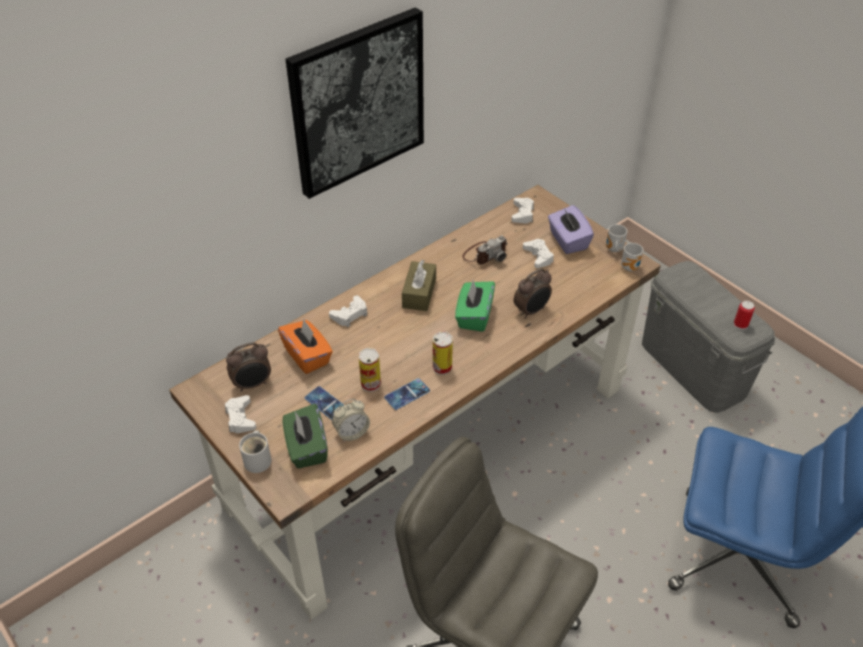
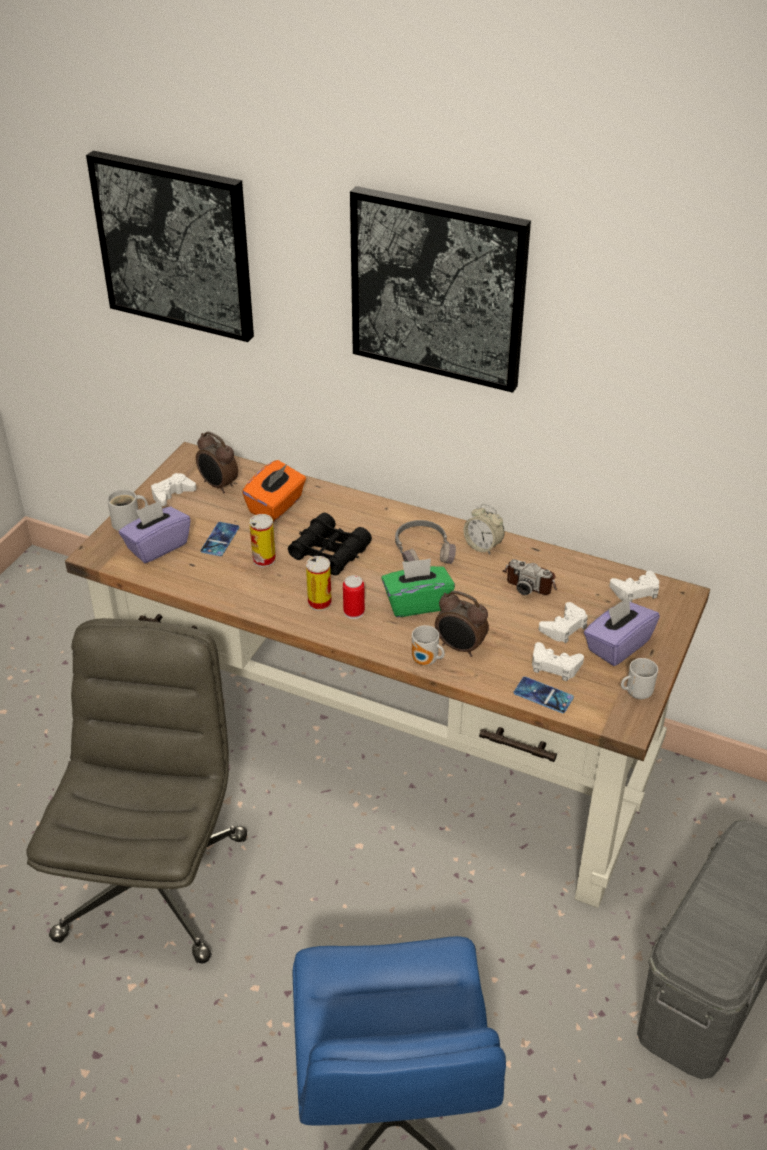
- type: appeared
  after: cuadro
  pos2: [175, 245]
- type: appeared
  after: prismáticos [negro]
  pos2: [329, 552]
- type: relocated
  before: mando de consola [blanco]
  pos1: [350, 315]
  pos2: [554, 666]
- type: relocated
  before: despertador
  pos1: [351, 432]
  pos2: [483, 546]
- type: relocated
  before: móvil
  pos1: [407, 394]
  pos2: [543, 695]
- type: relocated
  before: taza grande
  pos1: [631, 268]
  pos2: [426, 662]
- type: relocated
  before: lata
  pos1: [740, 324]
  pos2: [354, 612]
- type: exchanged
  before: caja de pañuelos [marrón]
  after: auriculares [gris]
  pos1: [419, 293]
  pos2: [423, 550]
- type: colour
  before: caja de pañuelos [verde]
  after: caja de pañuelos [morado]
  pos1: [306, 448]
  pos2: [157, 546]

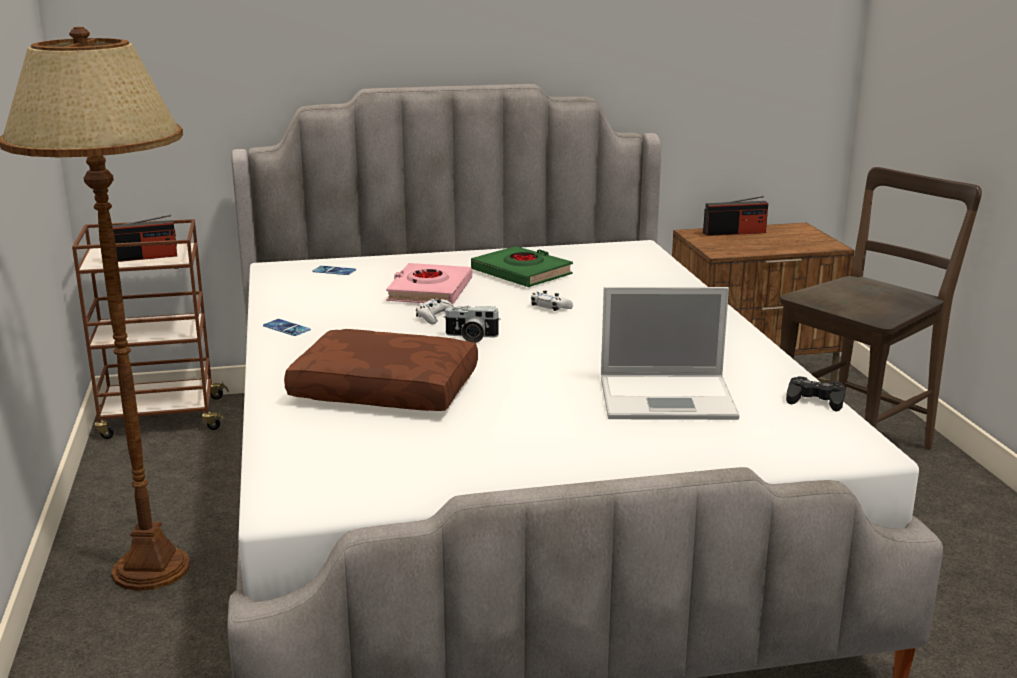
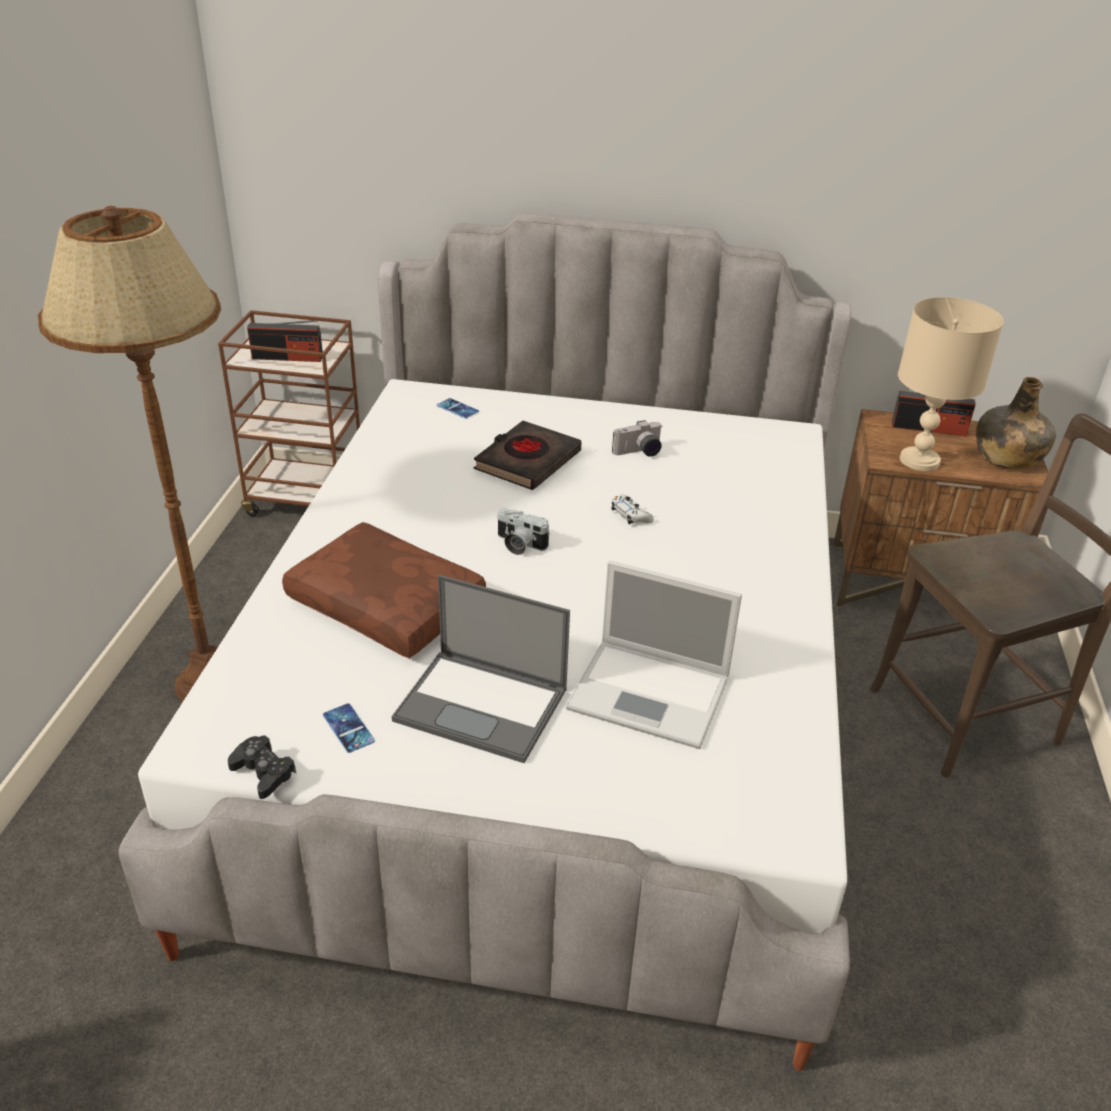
- type: missing
  before: mando de consola [blanco]
  pos1: [435, 316]
- type: appeared
  after: portátil
  pos2: [483, 705]
- type: appeared
  after: lámpara de mesa [beis]
  pos2: [920, 460]
- type: appeared
  after: botella [verde]
  pos2: [1006, 457]
- type: relocated
  before: móvil
  pos1: [286, 328]
  pos2: [348, 728]
- type: relocated
  before: mando de consola [negro]
  pos1: [815, 400]
  pos2: [263, 772]
- type: exchanged
  before: libro [verde]
  after: cámara
  pos1: [522, 273]
  pos2: [639, 453]
- type: colour
  before: libro [rosa]
  after: libro [negro]
  pos1: [429, 291]
  pos2: [527, 461]

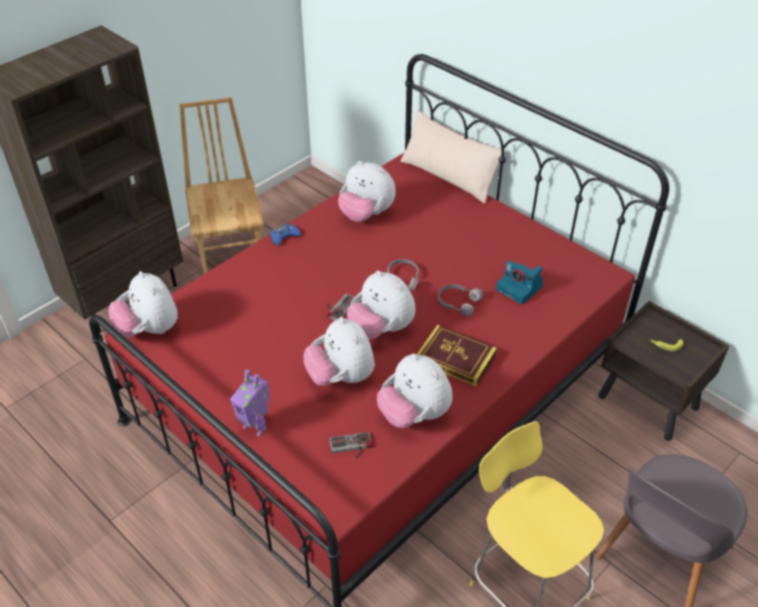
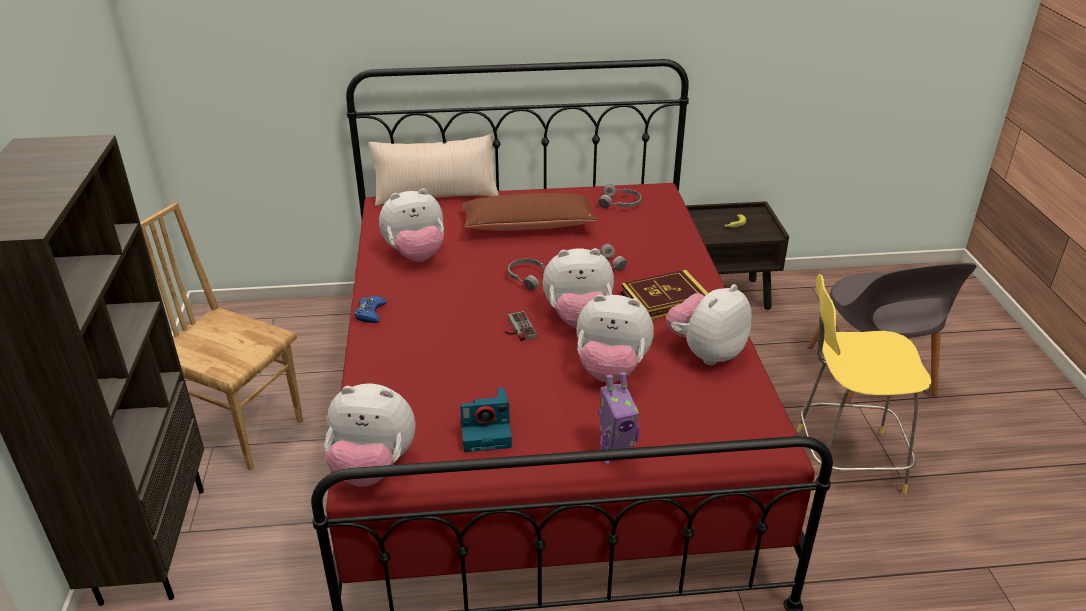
- type: missing
  before: mando de consola
  pos1: [351, 447]
- type: appeared
  after: cojín [marrón]
  pos2: [528, 225]
- type: appeared
  after: auriculares [gris]
  pos2: [620, 203]
- type: relocated
  before: cámara
  pos1: [520, 288]
  pos2: [487, 431]
- type: spun
  before: peluche
  pos1: [414, 414]
  pos2: [706, 352]
  turn: 135

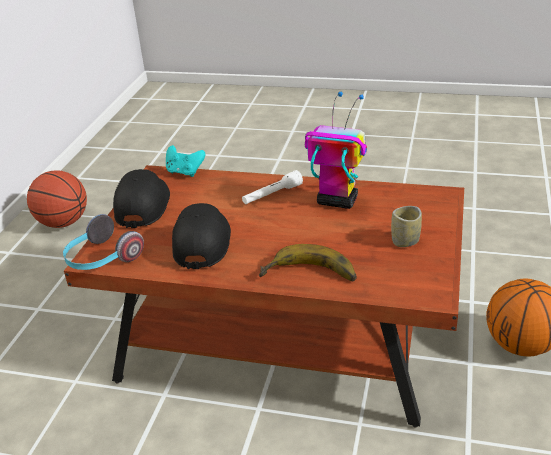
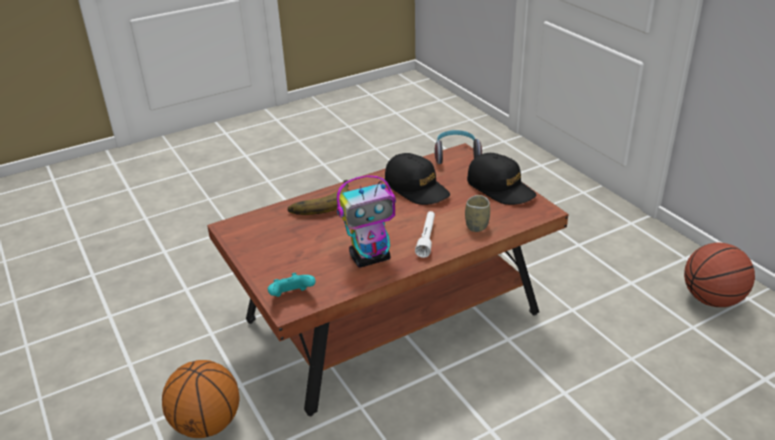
- type: relocated
  before: mando de consola [turquesa]
  pos1: [185, 172]
  pos2: [292, 296]
- type: relocated
  before: taza
  pos1: [405, 241]
  pos2: [477, 226]

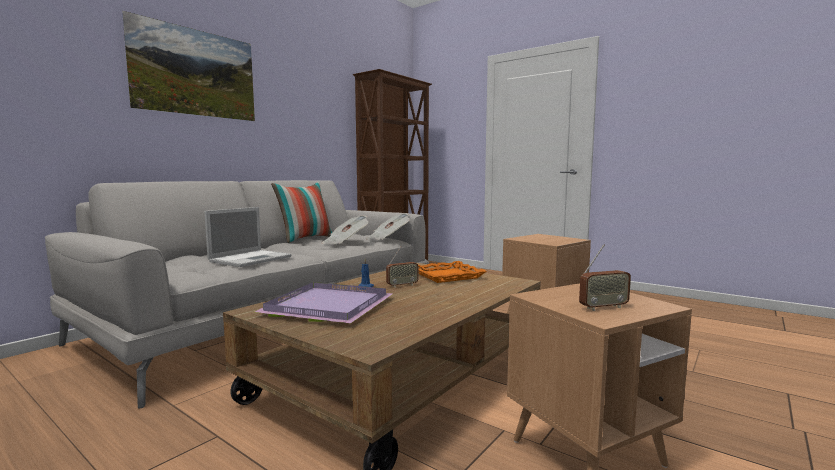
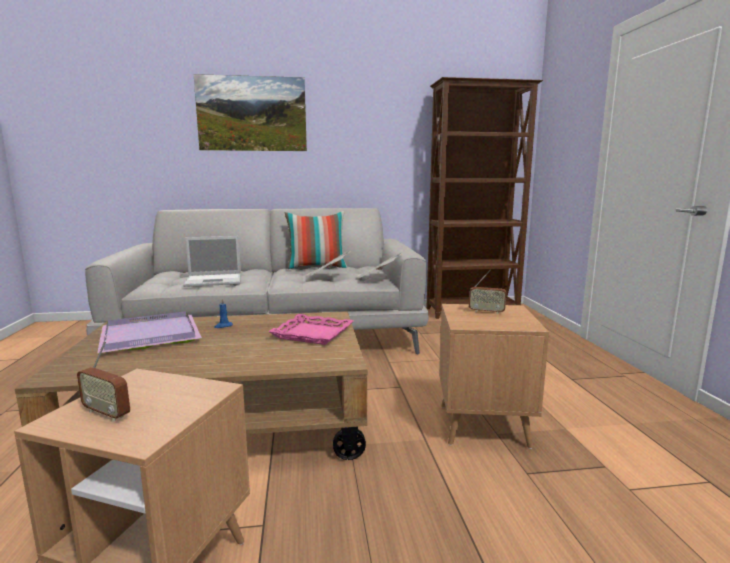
- type: relocated
  before: radio
  pos1: [402, 285]
  pos2: [486, 312]
- type: colour
  before: bandeja [naranja]
  after: bandeja [rosa]
  pos1: [447, 276]
  pos2: [313, 334]

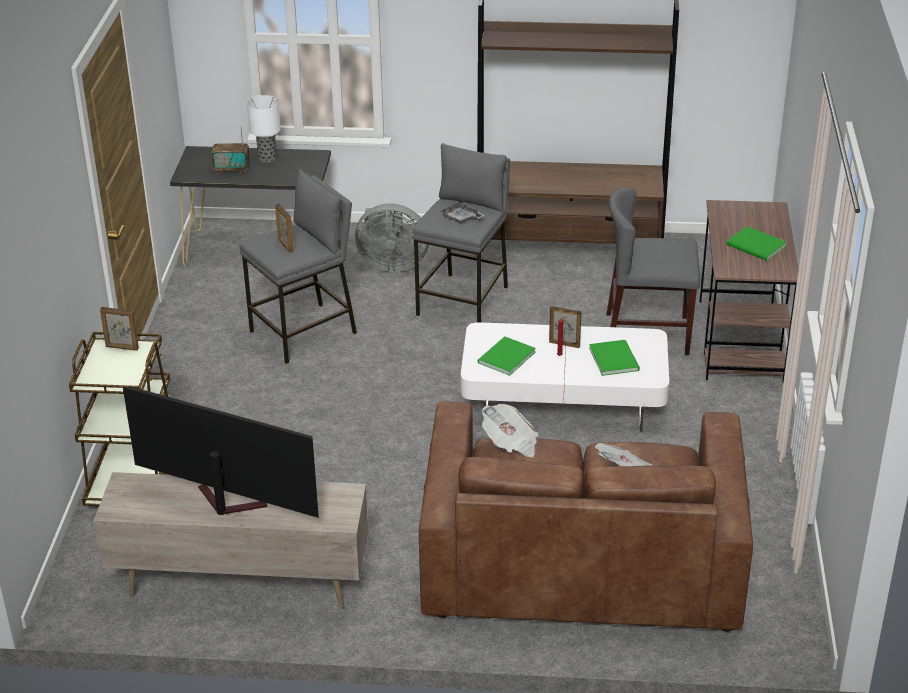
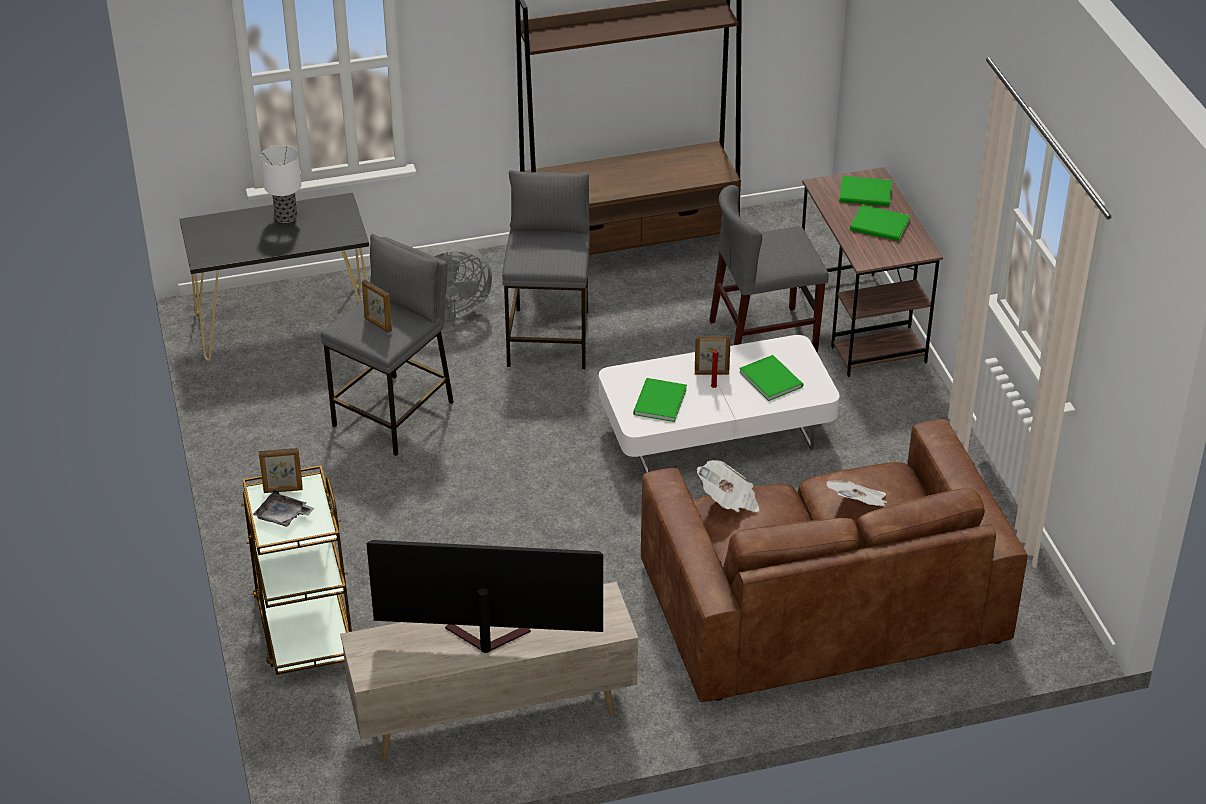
- type: missing
  before: radio
  pos1: [231, 169]
- type: appeared
  after: libro [verde]
  pos2: [867, 194]
- type: relocated
  before: bandeja [gris]
  pos1: [461, 218]
  pos2: [283, 516]

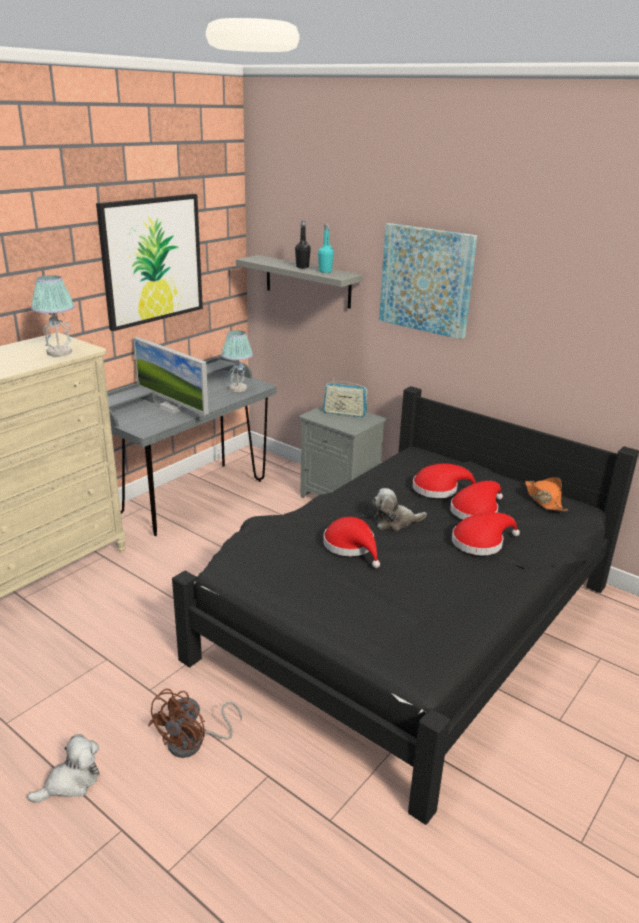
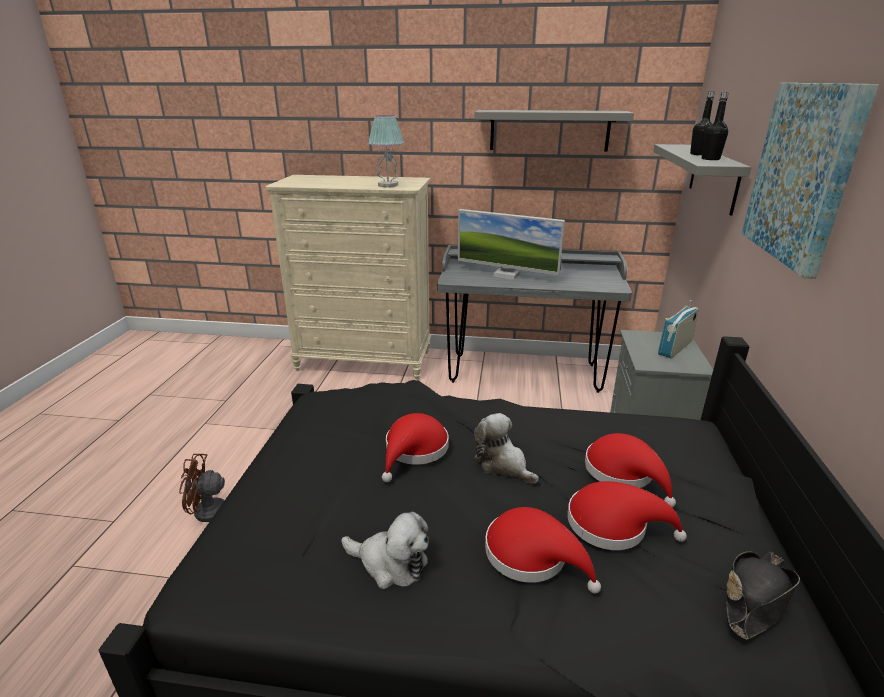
- type: missing
  before: lámpara de mesa
  pos1: [237, 388]
- type: relocated
  before: peluche
  pos1: [71, 782]
  pos2: [390, 563]
- type: exchanged
  before: cuadro
  after: estante [gris]
  pos1: [152, 260]
  pos2: [549, 130]
- type: colour
  before: botella [turquesa]
  after: botella [negro]
  pos1: [325, 271]
  pos2: [710, 159]
- type: colour
  before: sombrero [naranja]
  after: sombrero [negro]
  pos1: [544, 500]
  pos2: [755, 598]
- type: spun
  before: monitor
  pos1: [173, 407]
  pos2: [506, 275]
  turn: -75
- type: spun
  before: radio
  pos1: [344, 413]
  pos2: [675, 348]
  turn: 60

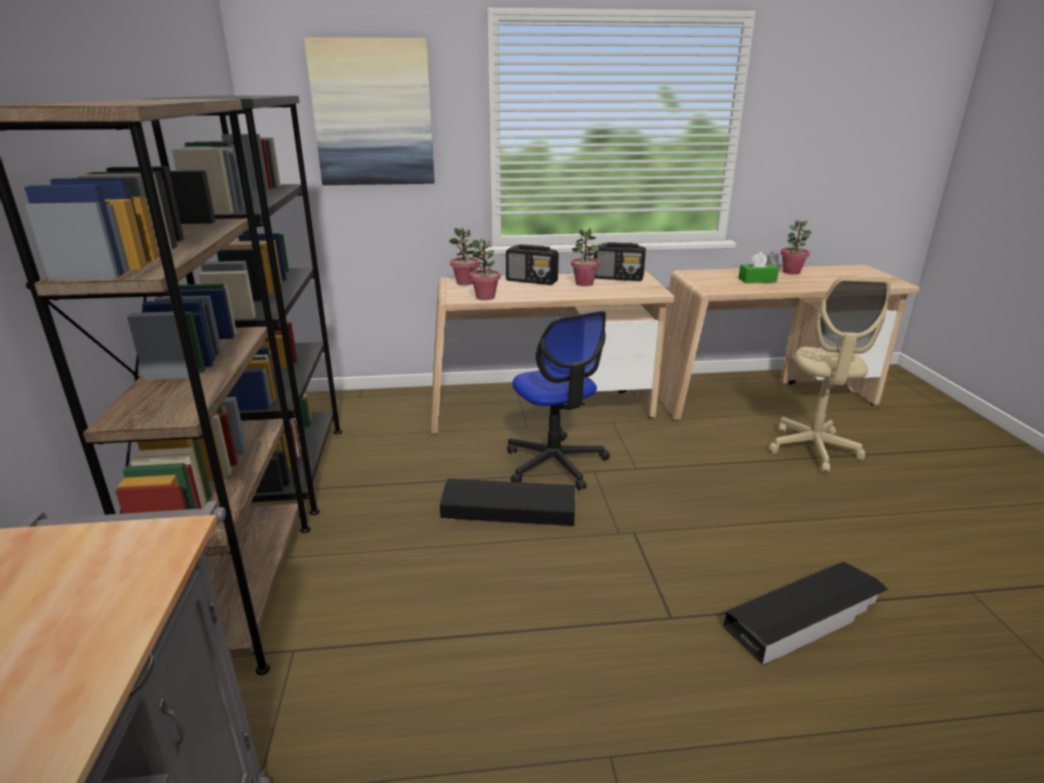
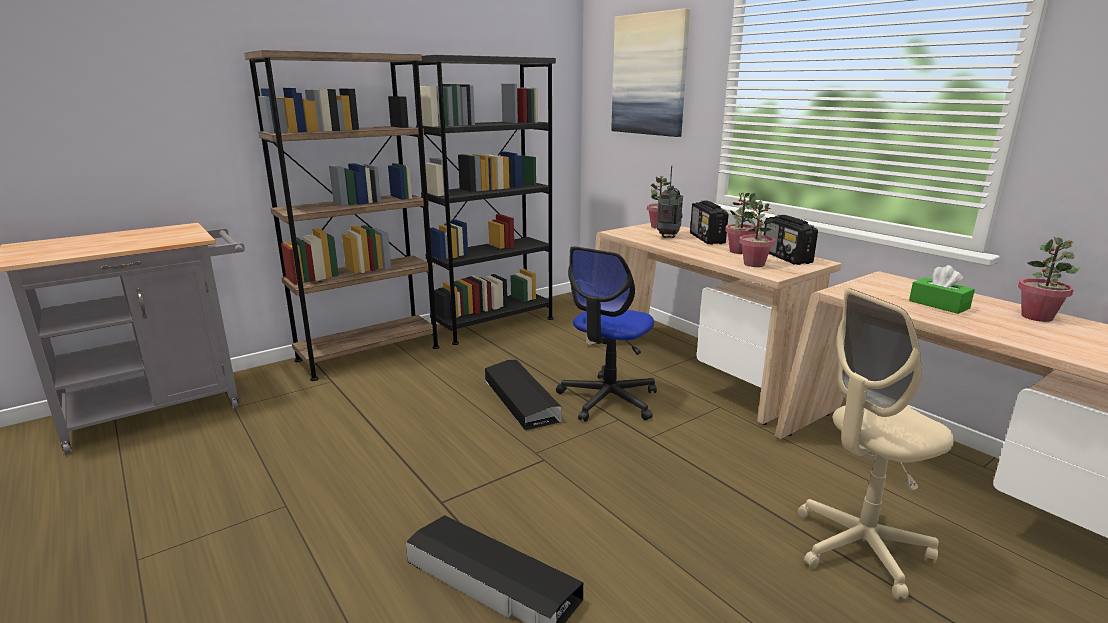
- type: appeared
  after: radio
  pos2: [668, 236]
- type: relocated
  before: planta en maceta
  pos1: [485, 297]
  pos2: [754, 264]

